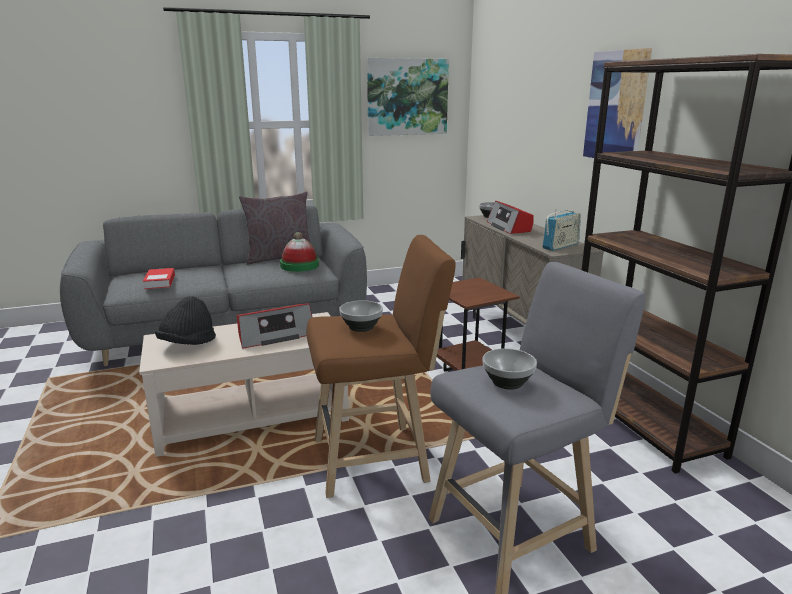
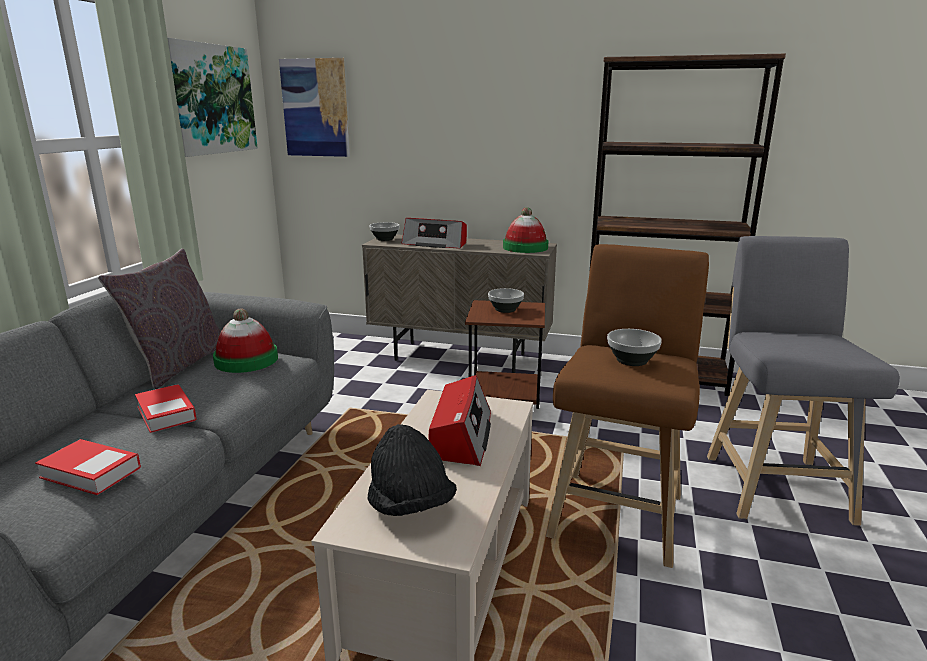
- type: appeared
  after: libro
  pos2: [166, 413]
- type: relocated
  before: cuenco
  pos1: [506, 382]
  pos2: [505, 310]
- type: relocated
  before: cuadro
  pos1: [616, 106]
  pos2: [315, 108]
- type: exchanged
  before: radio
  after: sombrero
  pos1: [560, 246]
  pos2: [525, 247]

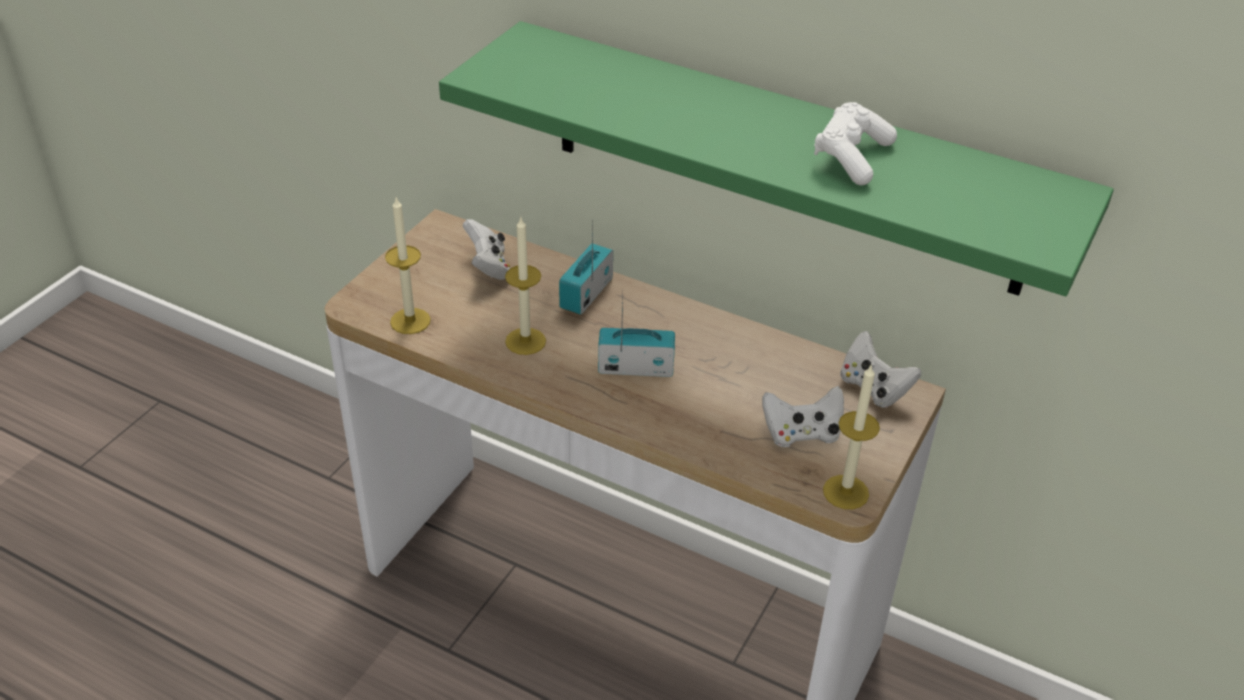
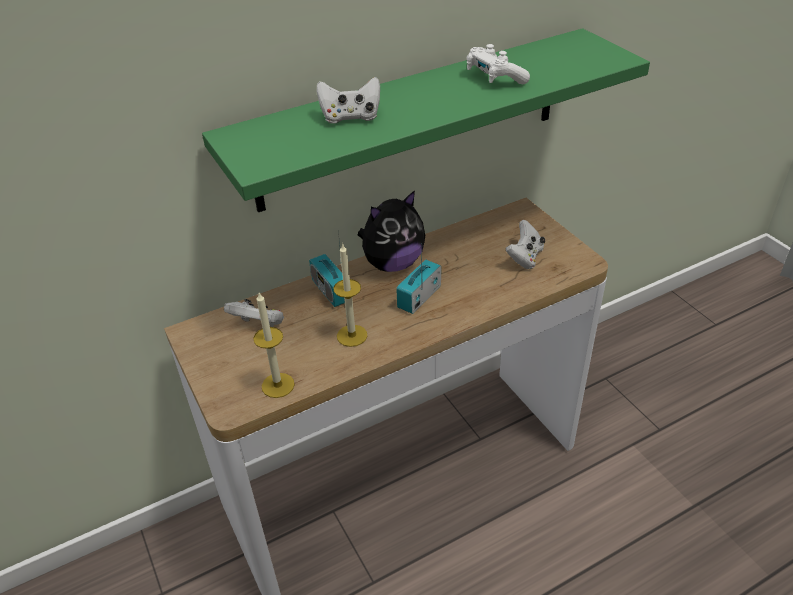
- type: missing
  before: vela
  pos1: [845, 492]
- type: appeared
  after: peluche
  pos2: [392, 263]
- type: relocated
  before: mando de consola [blanco]
  pos1: [873, 388]
  pos2: [350, 117]

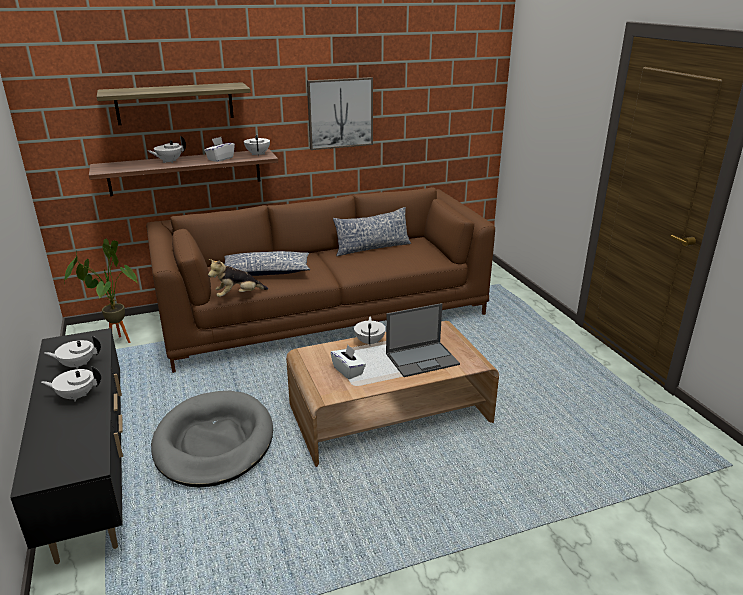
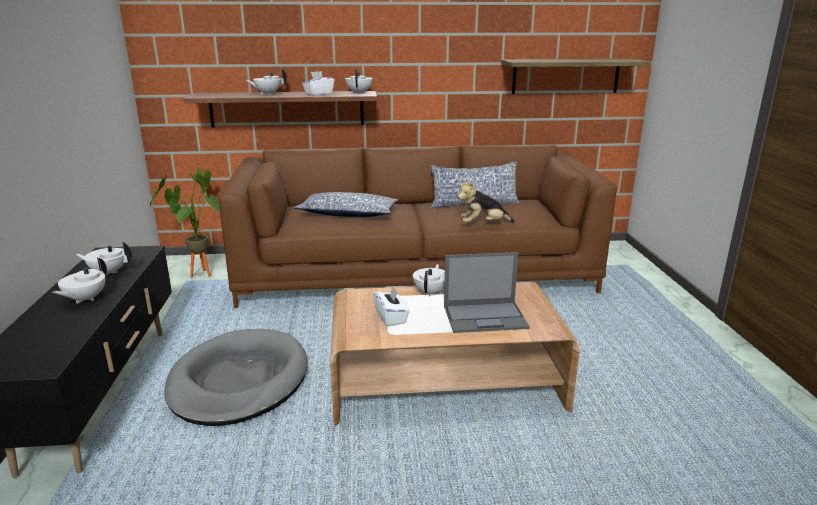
- type: missing
  before: cuadro
  pos1: [340, 113]
- type: relocated
  before: estante
  pos1: [175, 103]
  pos2: [565, 76]
- type: relocated
  before: peluche
  pos1: [238, 295]
  pos2: [483, 224]
- type: spun
  before: tetera [blanco]
  pos1: [76, 396]
  pos2: [85, 299]
  turn: -75

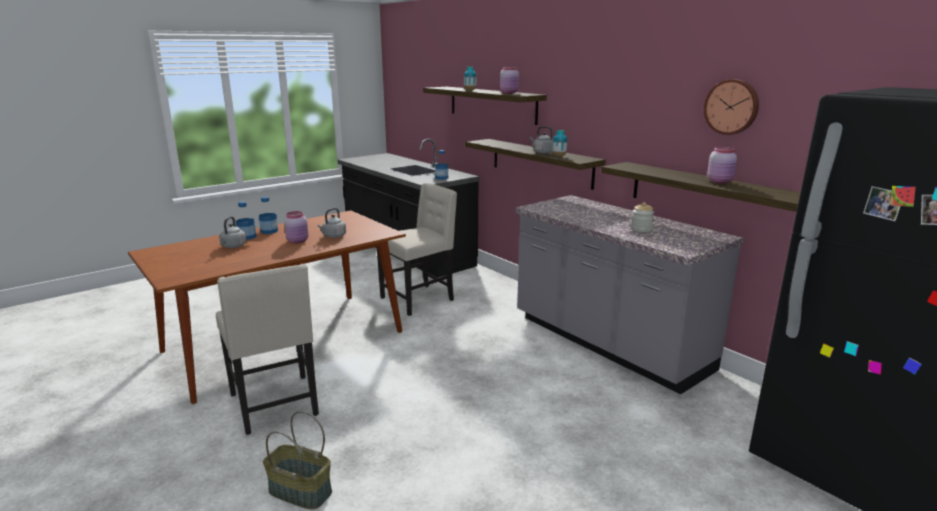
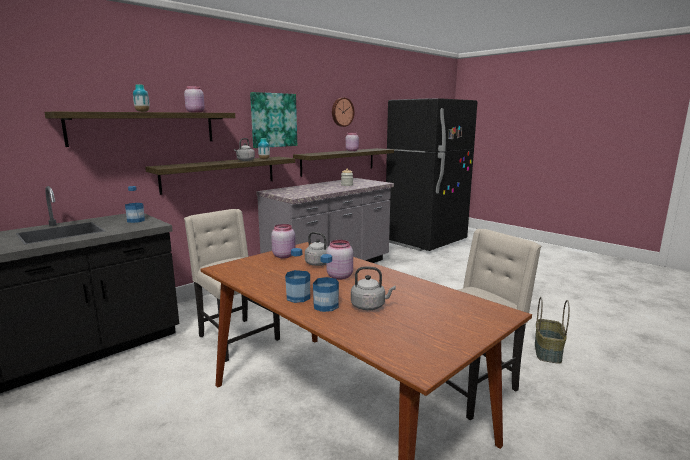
- type: appeared
  after: cuadro
  pos2: [273, 120]
- type: appeared
  after: tarro [rosa]
  pos2: [284, 255]

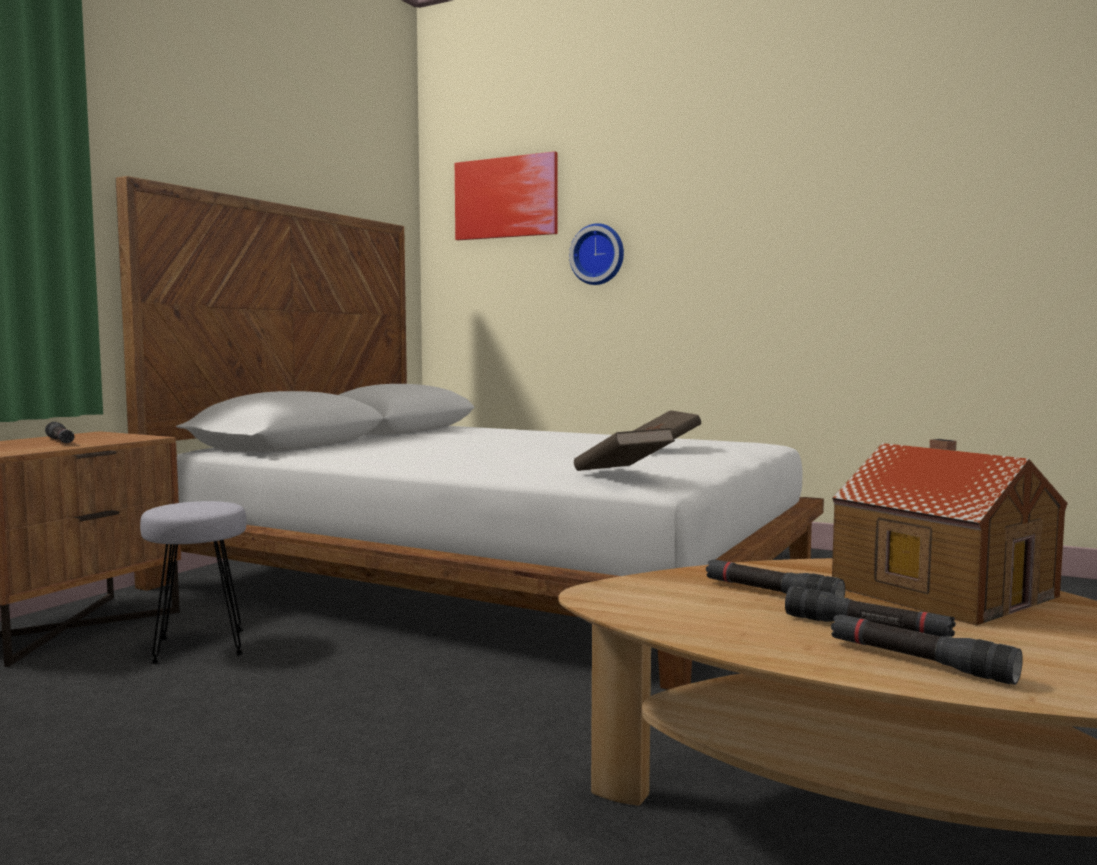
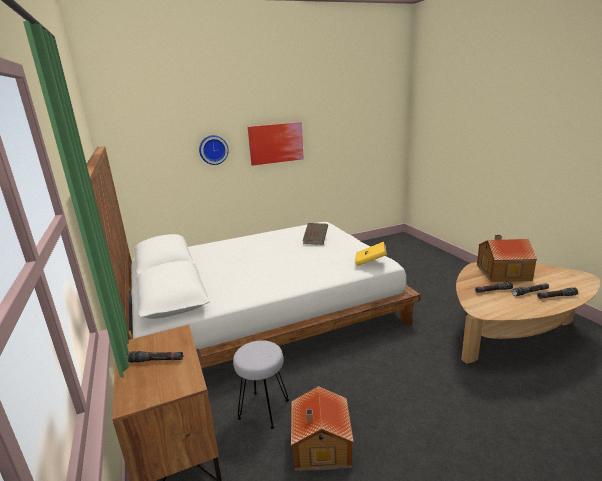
- type: appeared
  after: casita
  pos2: [320, 446]
- type: relocated
  before: cuadro
  pos1: [506, 198]
  pos2: [276, 143]
- type: colour
  before: libro [marrón]
  after: libro [amarillo]
  pos1: [622, 473]
  pos2: [370, 261]

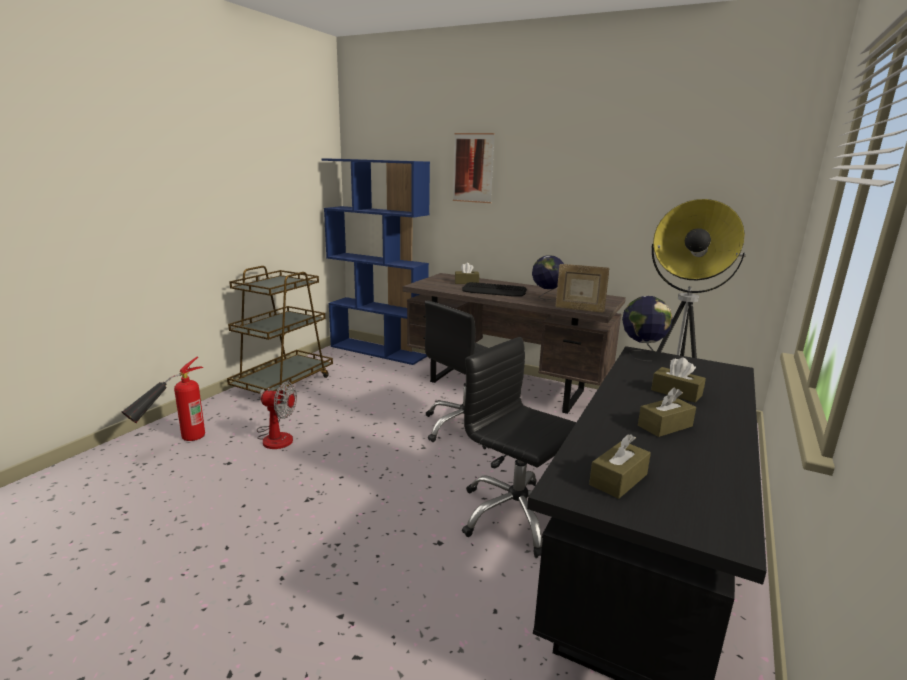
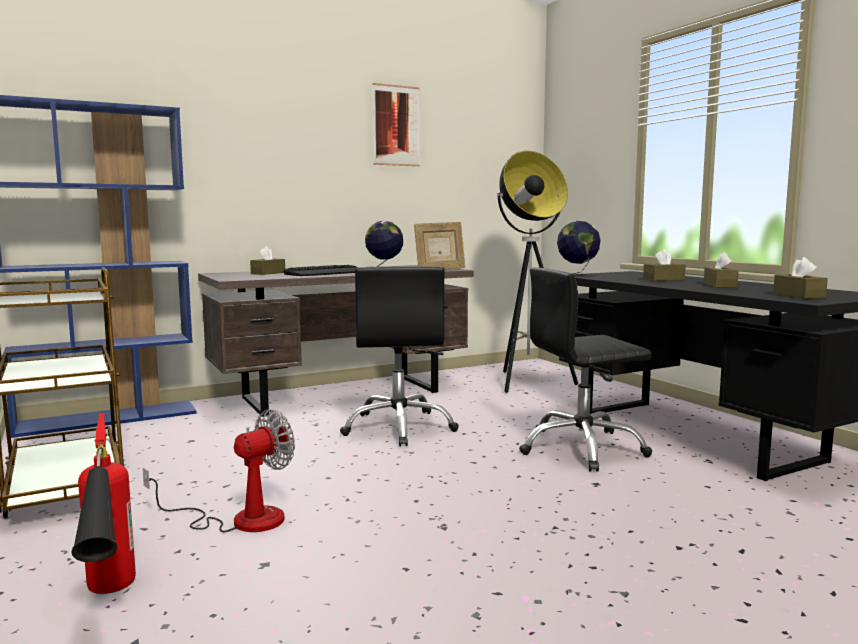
- type: relocated
  before: cuadro
  pos1: [473, 168]
  pos2: [396, 125]

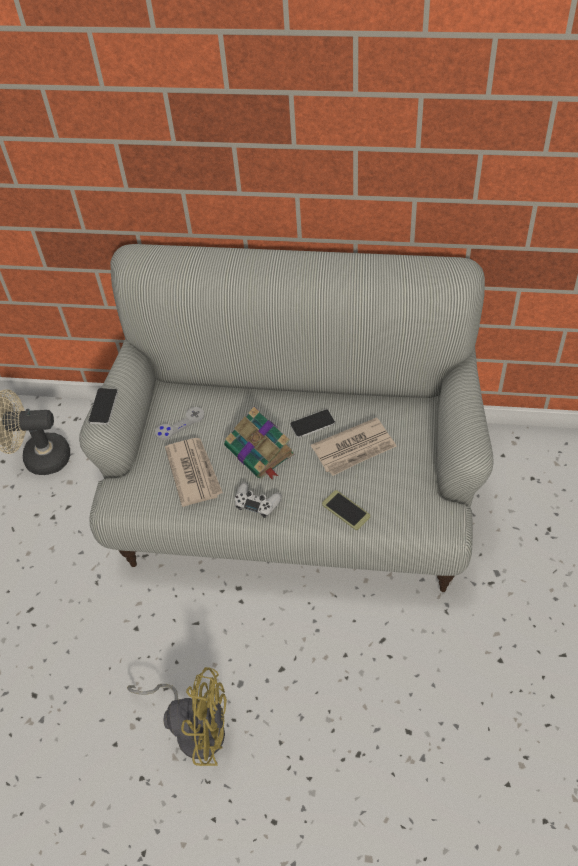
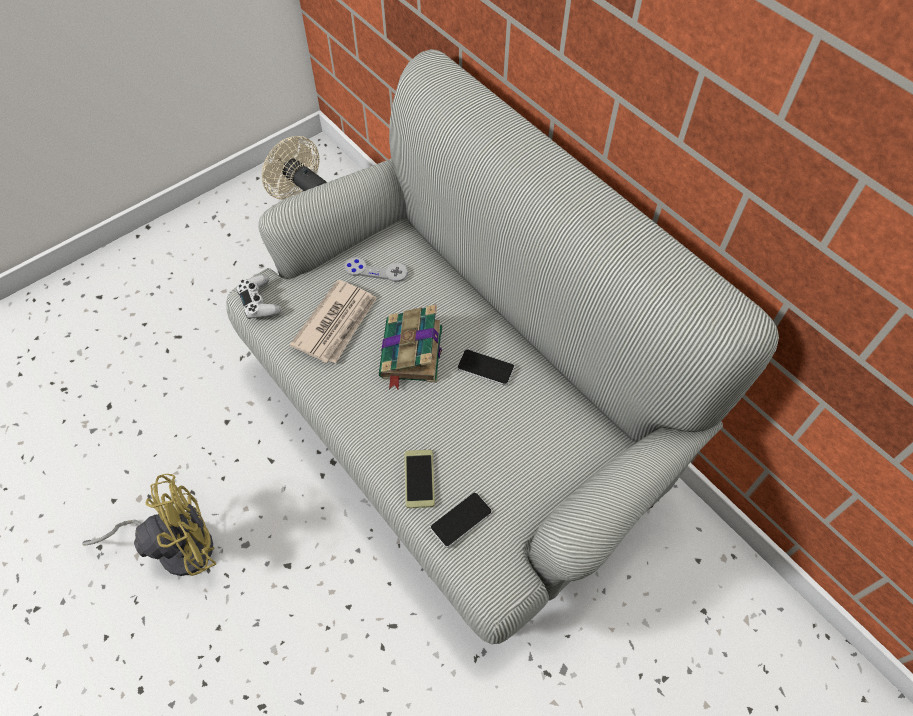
- type: missing
  before: periódico
  pos1: [354, 449]
- type: relocated
  before: móvil
  pos1: [103, 406]
  pos2: [461, 520]
- type: relocated
  before: mando de consola [blanco]
  pos1: [257, 503]
  pos2: [259, 302]
- type: spun
  before: ventilador [amarillo]
  pos1: [194, 727]
  pos2: [176, 545]
  turn: -75

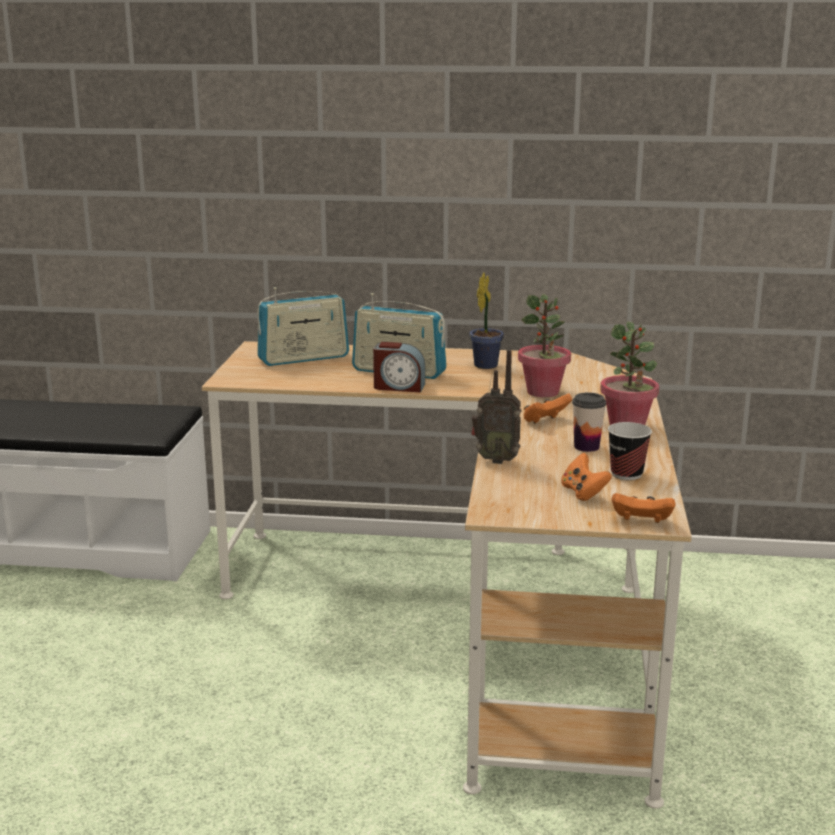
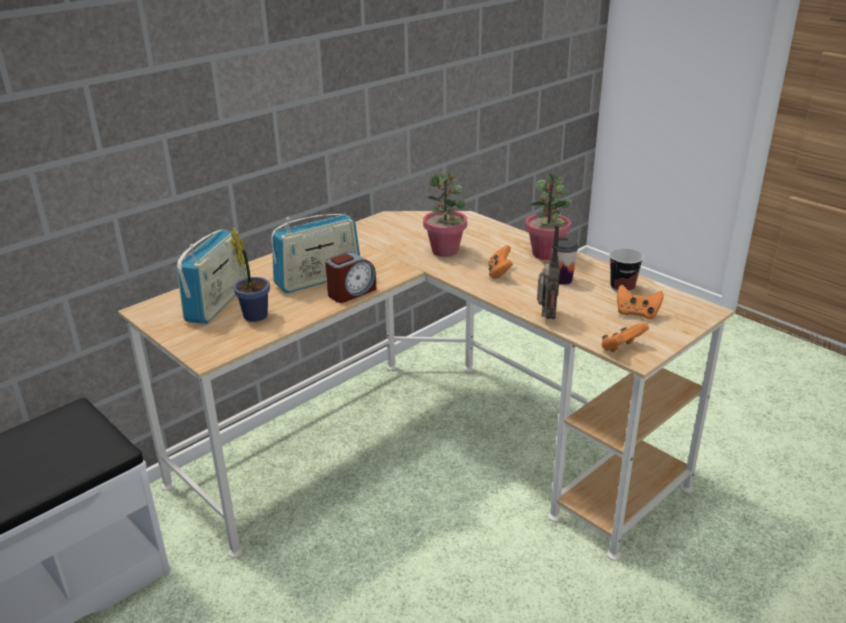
- type: relocated
  before: planta en maceta
  pos1: [487, 364]
  pos2: [254, 314]
- type: relocated
  before: mando de consola [naranja]
  pos1: [641, 522]
  pos2: [621, 348]
- type: spun
  before: radio
  pos1: [496, 459]
  pos2: [545, 317]
  turn: -45

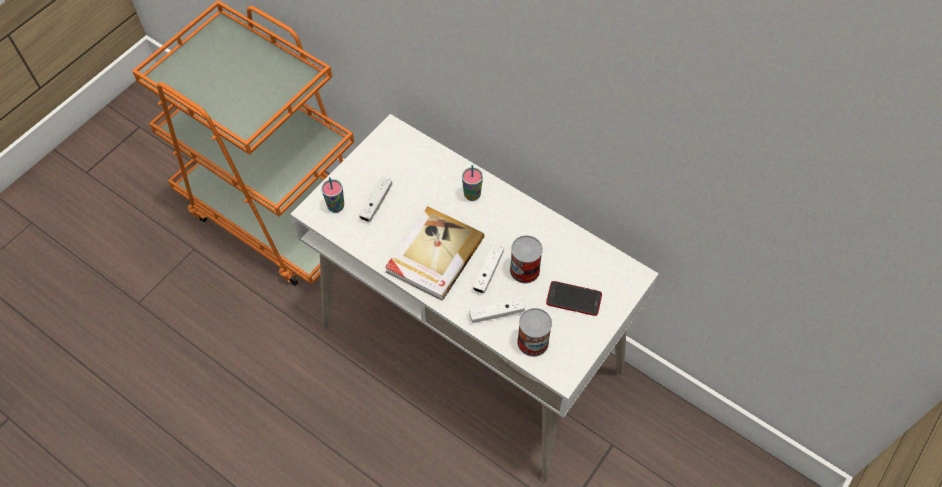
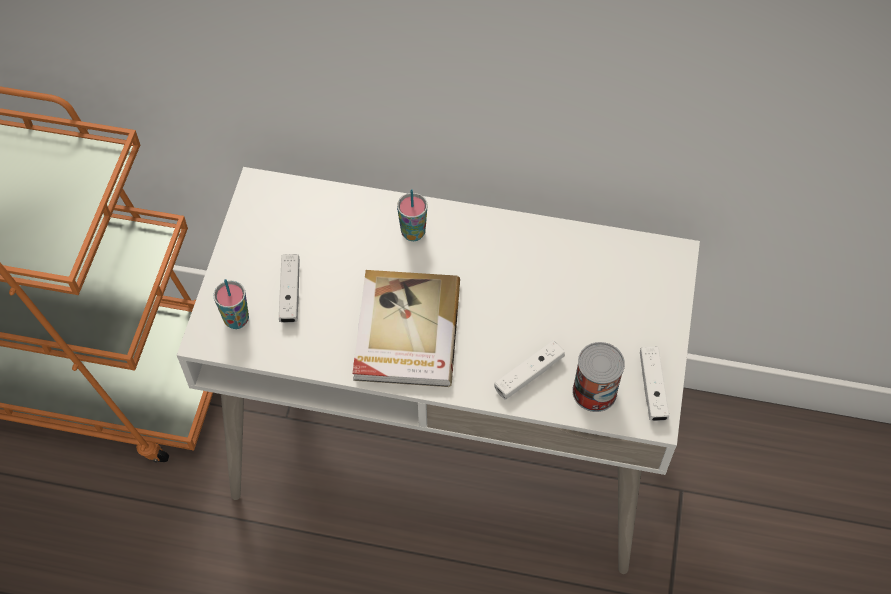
- type: missing
  before: lata
  pos1: [524, 270]
- type: missing
  before: móvil
  pos1: [574, 299]
- type: relocated
  before: mando de consola [blanco]
  pos1: [488, 272]
  pos2: [652, 388]

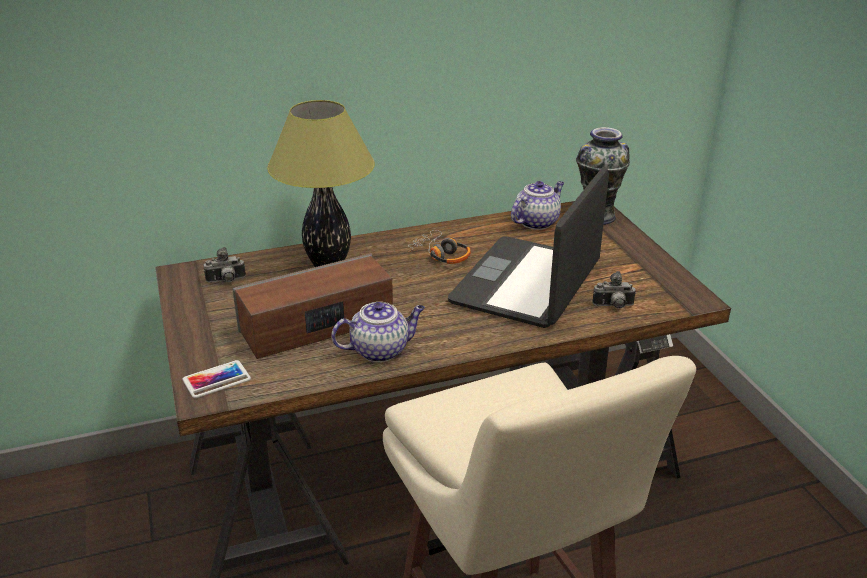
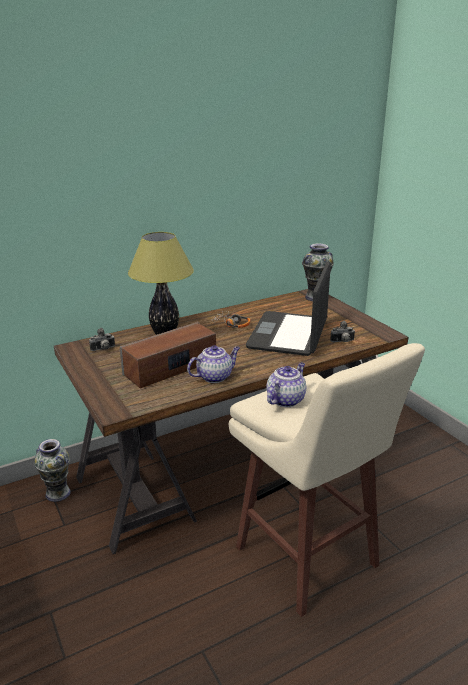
- type: missing
  before: móvil
  pos1: [216, 380]
- type: appeared
  after: florero
  pos2: [57, 493]
- type: relocated
  before: tetera
  pos1: [536, 222]
  pos2: [285, 399]

